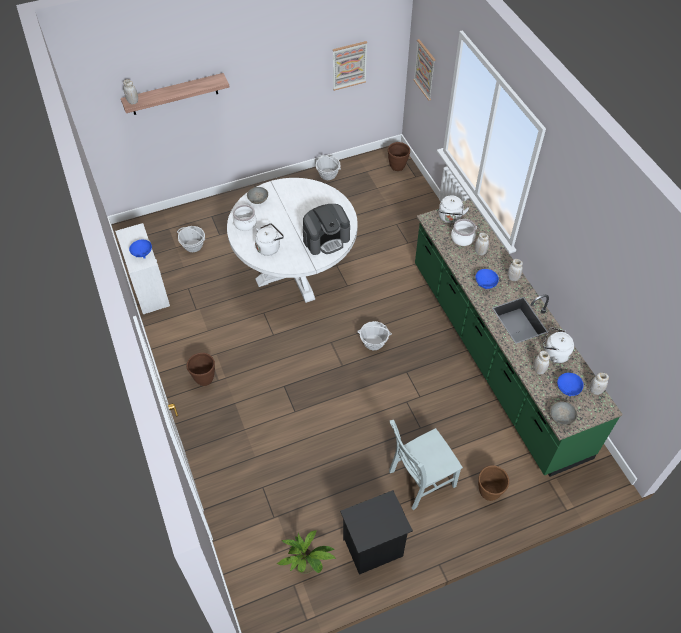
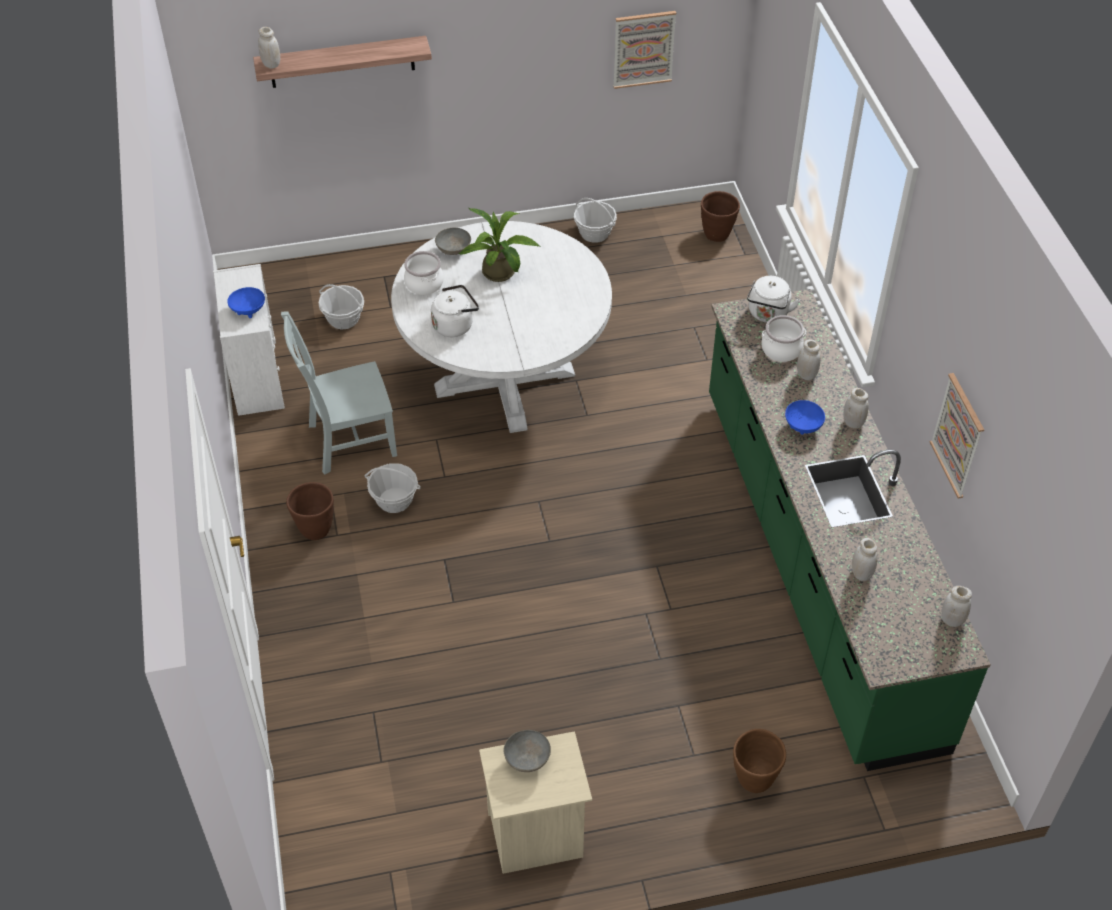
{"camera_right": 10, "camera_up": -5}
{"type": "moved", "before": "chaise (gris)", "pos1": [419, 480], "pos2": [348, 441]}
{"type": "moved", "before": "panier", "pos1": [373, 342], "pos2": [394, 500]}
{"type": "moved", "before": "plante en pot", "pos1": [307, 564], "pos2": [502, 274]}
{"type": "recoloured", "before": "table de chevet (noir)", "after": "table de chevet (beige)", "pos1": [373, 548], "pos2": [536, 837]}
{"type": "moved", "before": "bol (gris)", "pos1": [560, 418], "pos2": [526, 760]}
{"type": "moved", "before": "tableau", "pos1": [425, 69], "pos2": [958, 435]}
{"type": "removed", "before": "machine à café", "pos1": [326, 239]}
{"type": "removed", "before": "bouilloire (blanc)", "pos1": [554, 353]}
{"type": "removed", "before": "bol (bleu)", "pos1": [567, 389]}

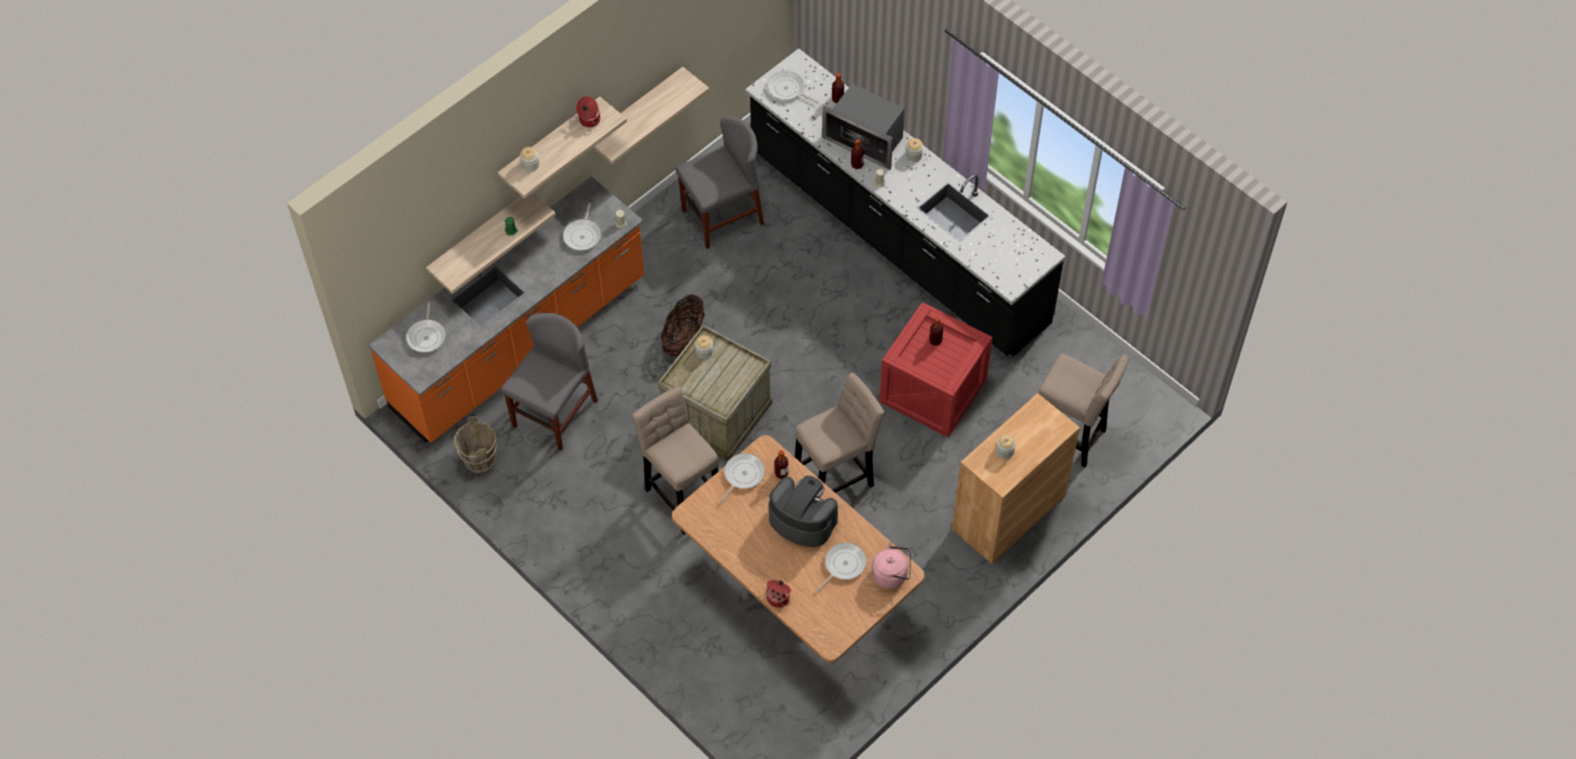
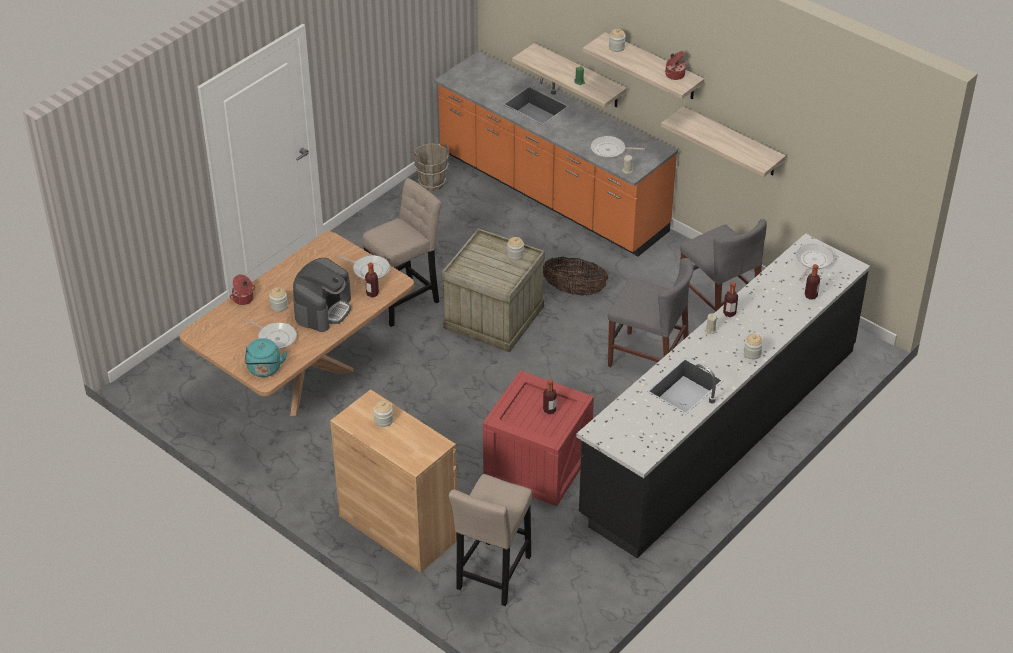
{"camera_right": 85, "camera_up": -15}
{"type": "recoloured", "before": "bouilloire (rose)", "after": "bouilloire (turquoise)", "pos1": [892, 575], "pos2": [264, 370]}
{"type": "added", "after": "bocal", "pos2": [279, 306]}
{"type": "moved", "before": "chaise (gris)", "pos1": [554, 414], "pos2": [648, 358]}
{"type": "removed", "before": "poêle", "pos1": [427, 336]}
{"type": "removed", "before": "tabouret (beige)", "pos1": [837, 480]}
{"type": "removed", "before": "micro-ondes", "pos1": [866, 140]}

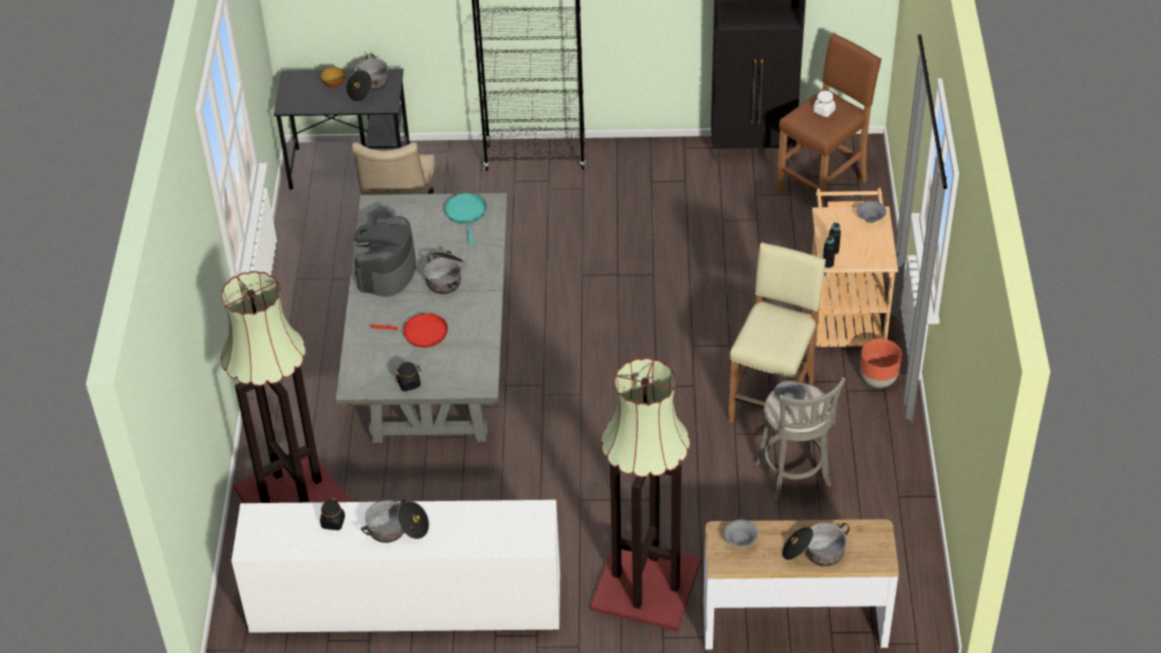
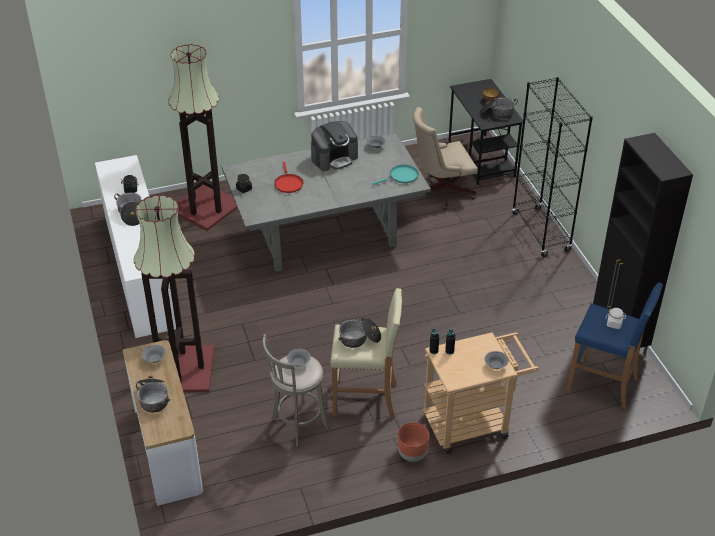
{"camera_right": 70, "camera_up": -5}
{"type": "turned", "before": "machine à café", "pos1": [386, 271], "pos2": [334, 158], "turn": 150}
{"type": "moved", "before": "marmite", "pos1": [445, 277], "pos2": [359, 339]}
{"type": "recoloured", "before": "tabouret (marron)", "after": "tabouret (bleu)", "pos1": [823, 186], "pos2": [603, 384]}

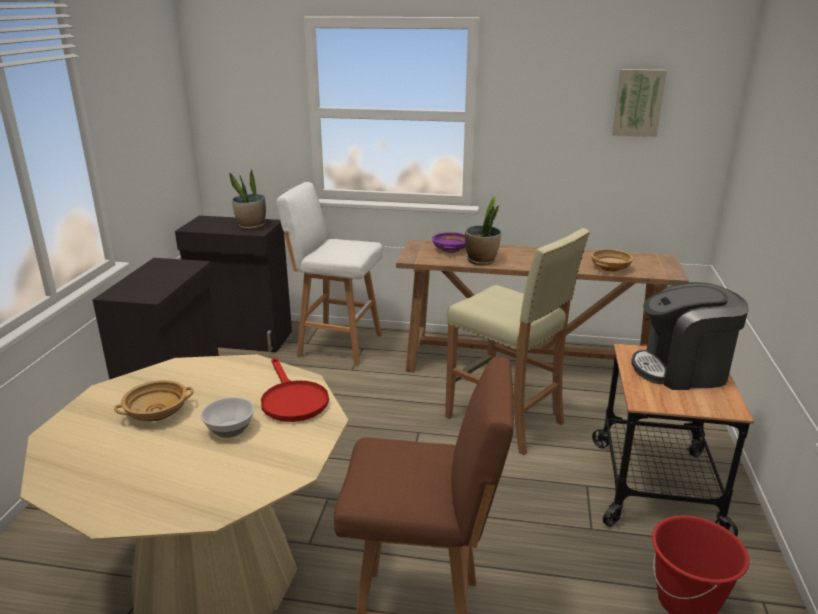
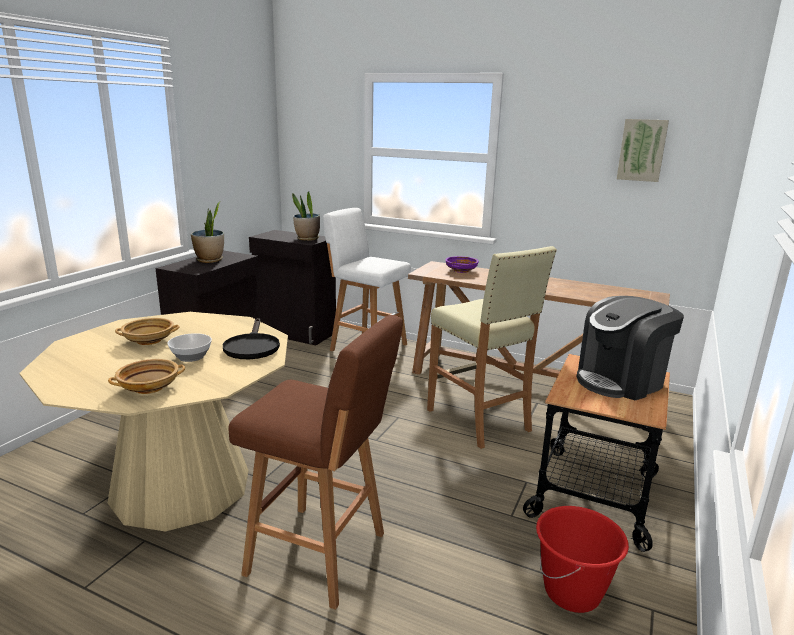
{"camera_right": 15, "camera_up": -5}
{"type": "moved", "before": "bol (beige)", "pos1": [610, 268], "pos2": [149, 387]}
{"type": "moved", "before": "plante en pot", "pos1": [481, 261], "pos2": [210, 260]}
{"type": "recoloured", "before": "poêle (rouge)", "after": "poêle (noir)", "pos1": [292, 400], "pos2": [252, 346]}
{"type": "turned", "before": "machine à café", "pos1": [682, 370], "pos2": [620, 380], "turn": -45}

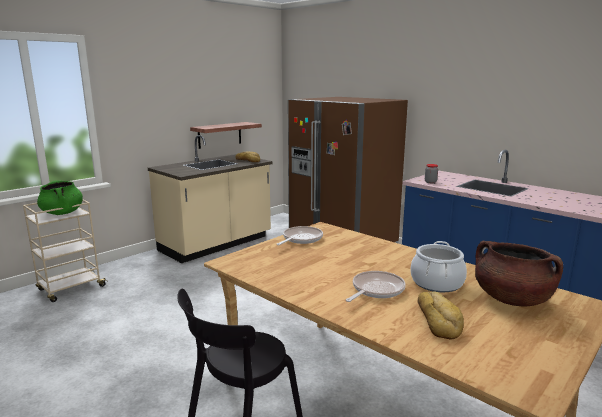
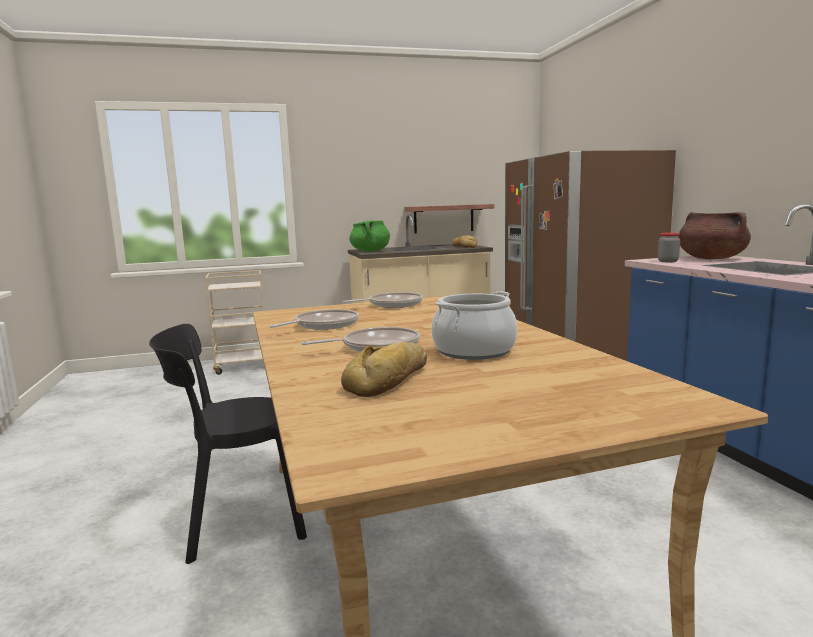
{"camera_right": 30, "camera_up": -5}
{"type": "added", "after": "poêle", "pos2": [323, 325]}
{"type": "moved", "before": "marmite (vert)", "pos1": [62, 213], "pos2": [370, 251]}
{"type": "moved", "before": "marmite (marron)", "pos1": [511, 299], "pos2": [710, 259]}

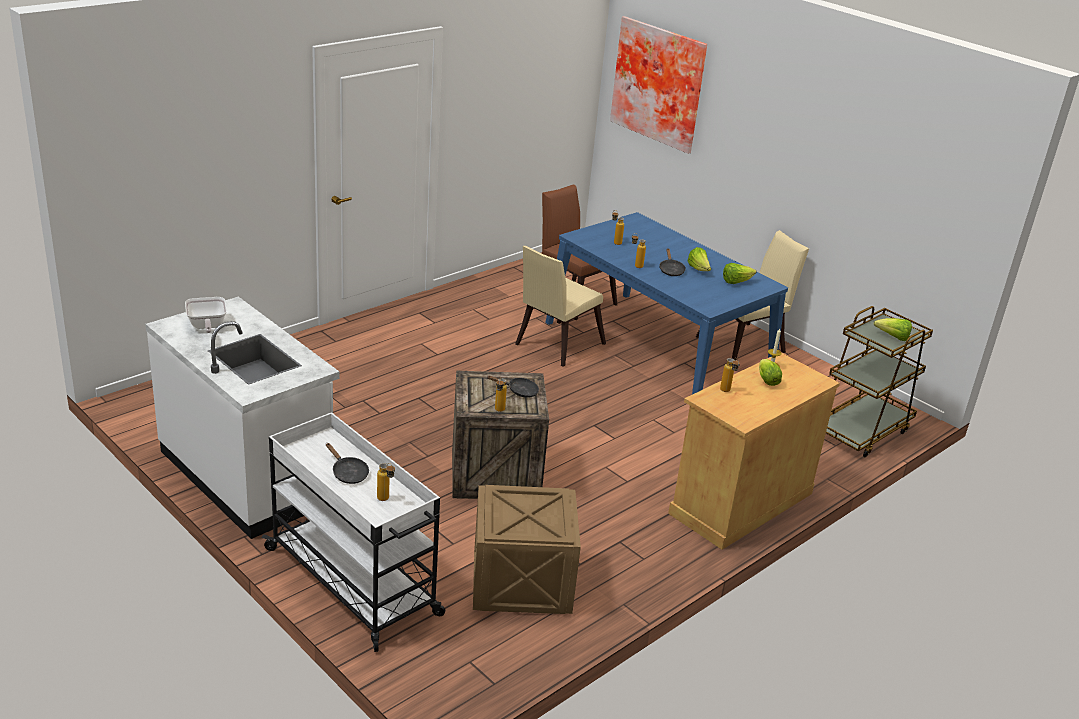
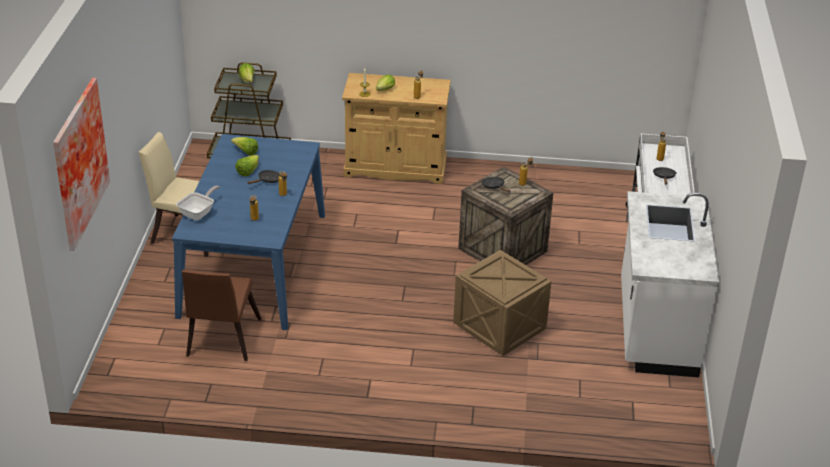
{"camera_right": -130, "camera_up": 5}
{"type": "moved", "before": "poêle", "pos1": [206, 326], "pos2": [199, 213]}
{"type": "moved", "before": "caisse", "pos1": [519, 583], "pos2": [500, 327]}
{"type": "removed", "before": "chaise (beige)", "pos1": [555, 345]}

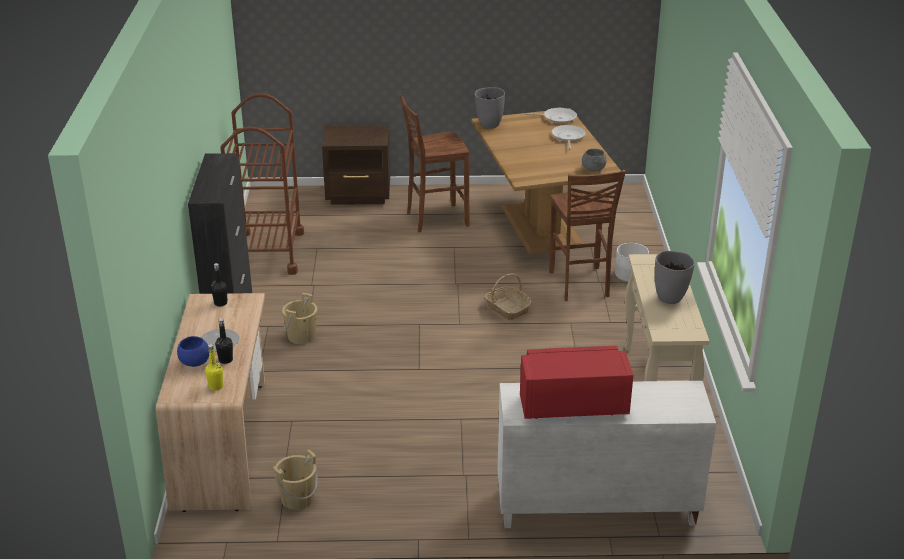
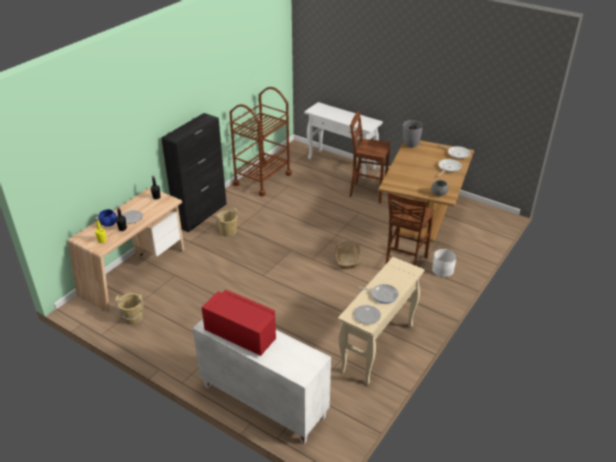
{"camera_right": 35, "camera_up": 5}
{"type": "replaced", "before": "table de chevet (marron)", "after": "table console (blanc)", "pos1": [359, 195], "pos2": [342, 163]}
{"type": "added", "after": "assiette", "pos2": [367, 316]}
{"type": "replaced", "before": "vase (gris)", "after": "poêle", "pos1": [670, 298], "pos2": [382, 295]}

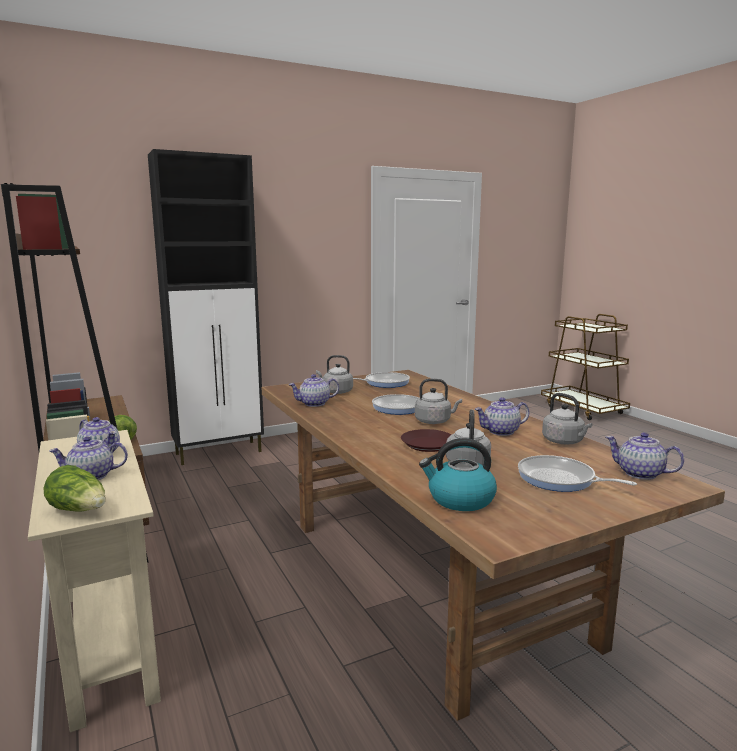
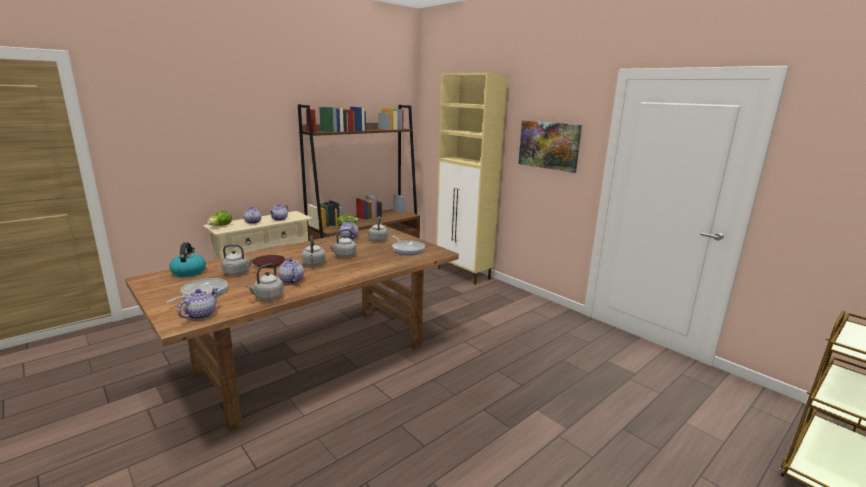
{"camera_right": 75, "camera_up": 5}
{"type": "replaced", "before": "poêle", "after": "bouilloire (gris)", "pos1": [401, 407], "pos2": [344, 256]}
{"type": "recoloured", "before": "meuble de rangement (noir)", "after": "meuble de rangement (beige)", "pos1": [220, 452], "pos2": [463, 274]}
{"type": "added", "after": "tableau", "pos2": [549, 145]}

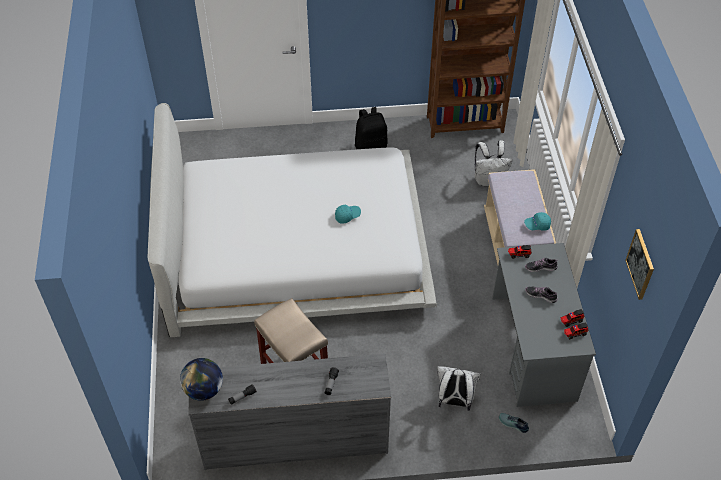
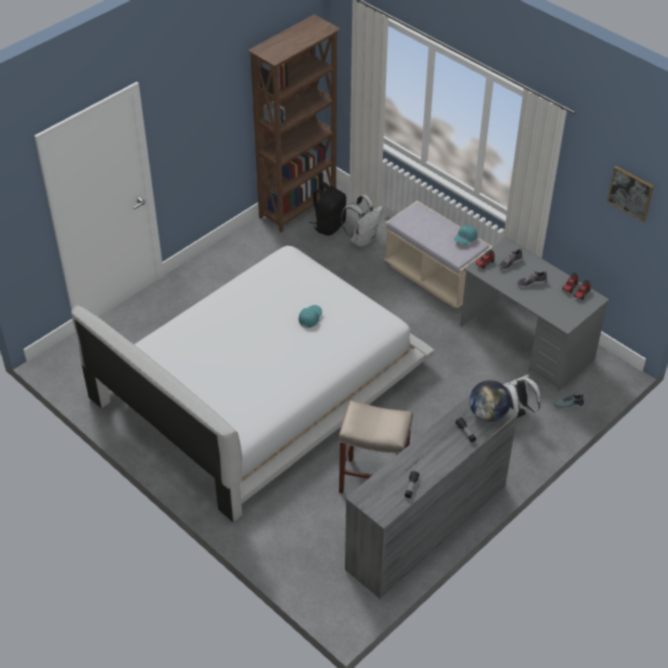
{"camera_right": -40, "camera_up": -5}
{"type": "moved", "before": "sac à dos (noir)", "pos1": [371, 146], "pos2": [329, 226]}
{"type": "moved", "before": "globe", "pos1": [204, 389], "pos2": [488, 414]}

